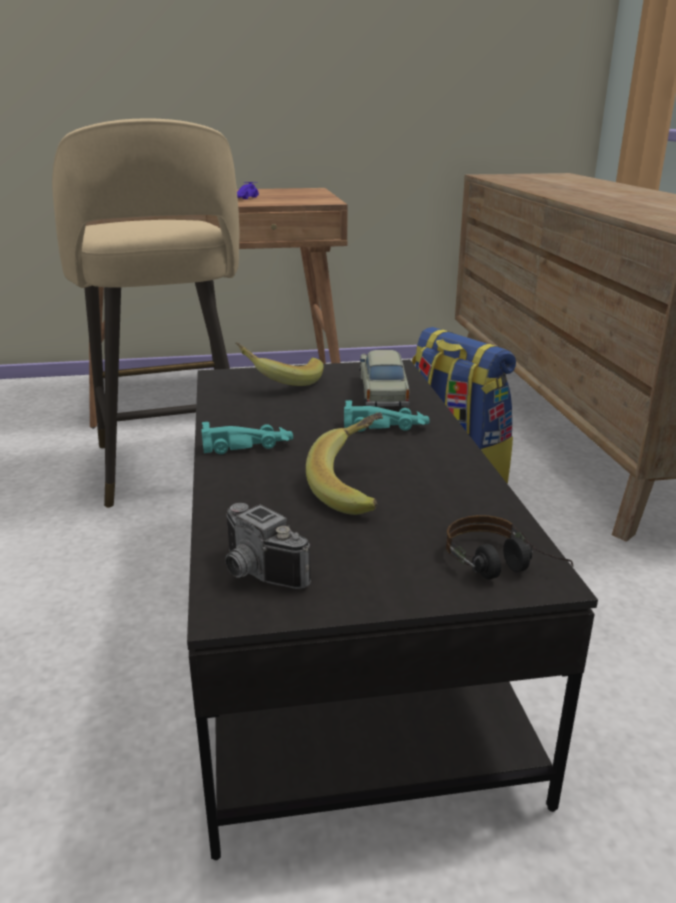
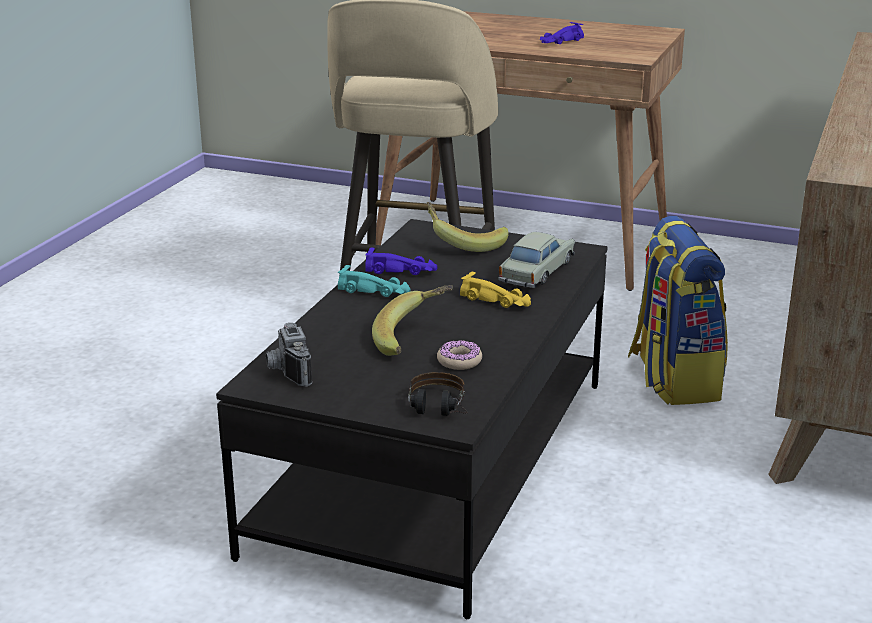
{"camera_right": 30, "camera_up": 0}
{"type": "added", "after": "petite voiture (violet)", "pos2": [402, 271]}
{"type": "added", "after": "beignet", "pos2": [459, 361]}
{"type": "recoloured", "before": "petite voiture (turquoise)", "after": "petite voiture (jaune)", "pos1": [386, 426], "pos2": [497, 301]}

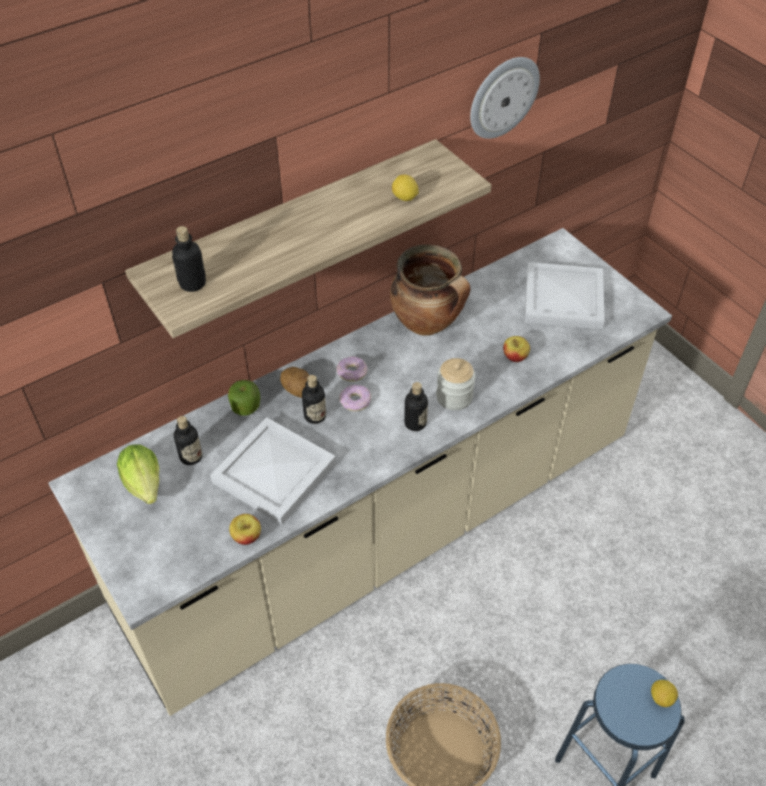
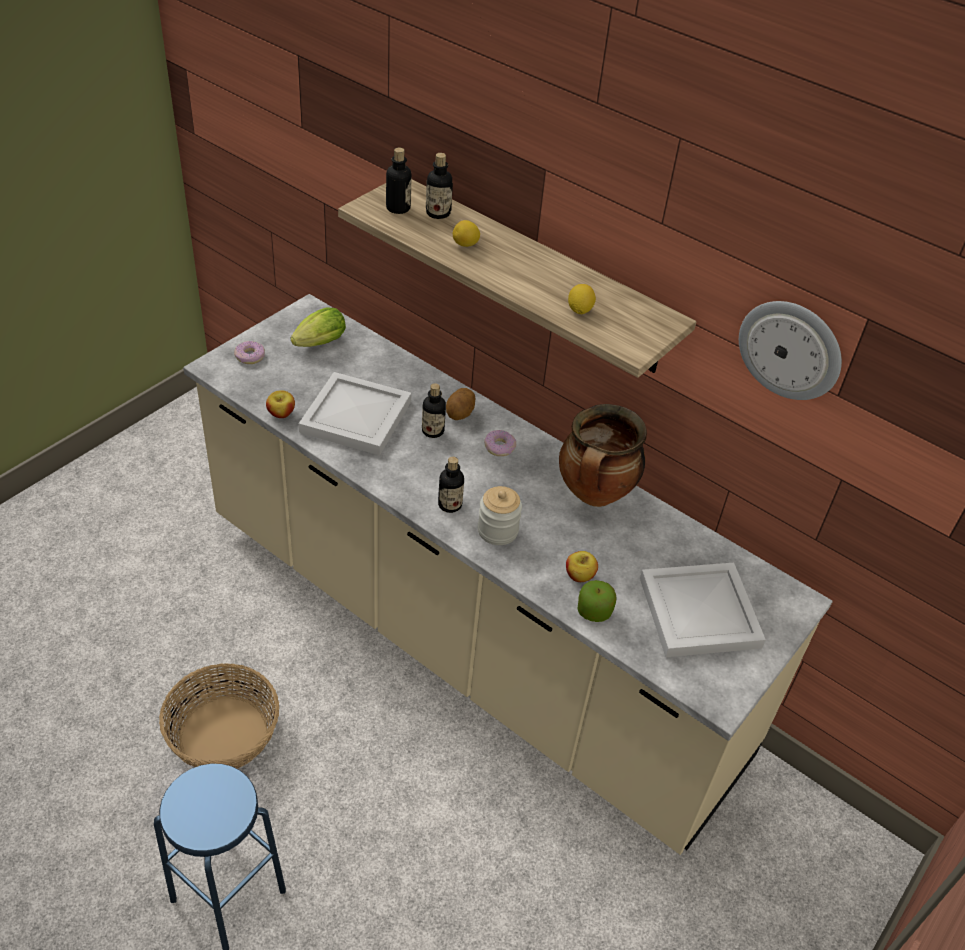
{"camera_right": 70, "camera_up": -5}
{"type": "moved", "before": "beignet", "pos1": [355, 401], "pos2": [250, 356]}
{"type": "moved", "before": "bouteille", "pos1": [191, 456], "pos2": [438, 213]}
{"type": "moved", "before": "citron", "pos1": [661, 698], "pos2": [465, 245]}
{"type": "moved", "before": "pomme", "pos1": [245, 406], "pos2": [594, 611]}

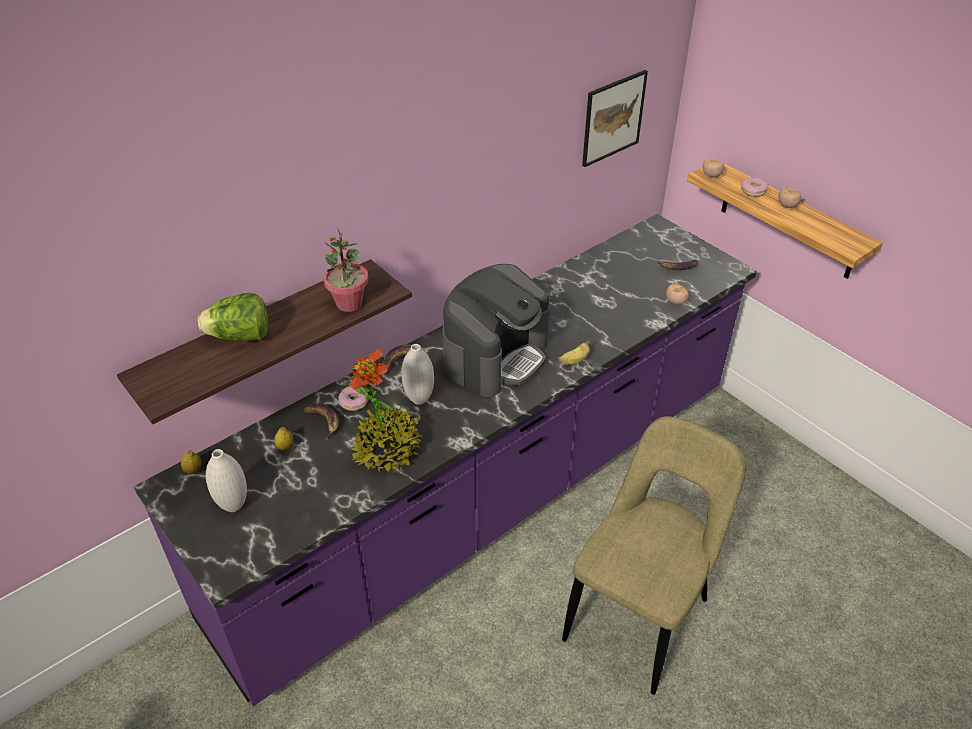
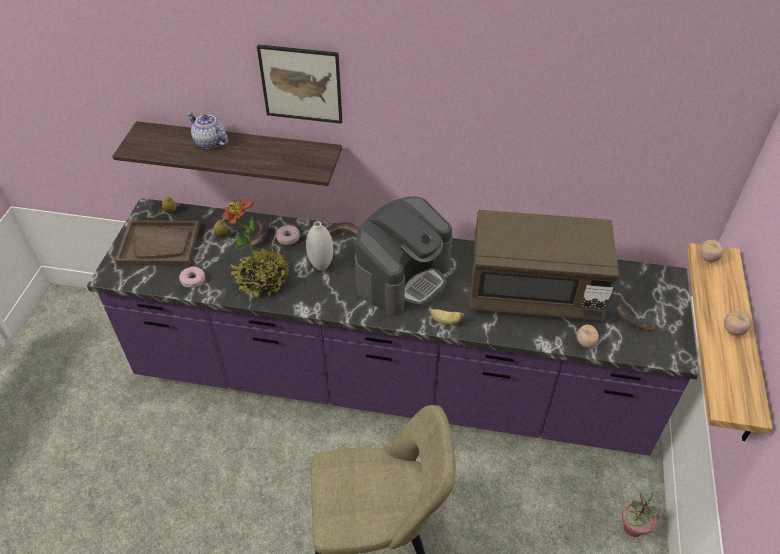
{"camera_right": 50, "camera_up": 5}
{"type": "replaced", "before": "vase (blanc)", "after": "plateau (marron)", "pos1": [233, 505], "pos2": [159, 245]}
{"type": "moved", "before": "beignet", "pos1": [753, 191], "pos2": [193, 280]}
{"type": "replaced", "before": "laitue", "after": "théière", "pos1": [240, 337], "pos2": [209, 142]}
{"type": "moved", "before": "tableau", "pos1": [613, 118], "pos2": [301, 84]}
{"type": "turned", "before": "machine à café", "pos1": [496, 356], "pos2": [403, 276], "turn": -45}
{"type": "added", "after": "micro-ondes (marron)", "pos2": [534, 292]}
{"type": "moved", "before": "plante en pot", "pos1": [349, 303], "pos2": [633, 527]}

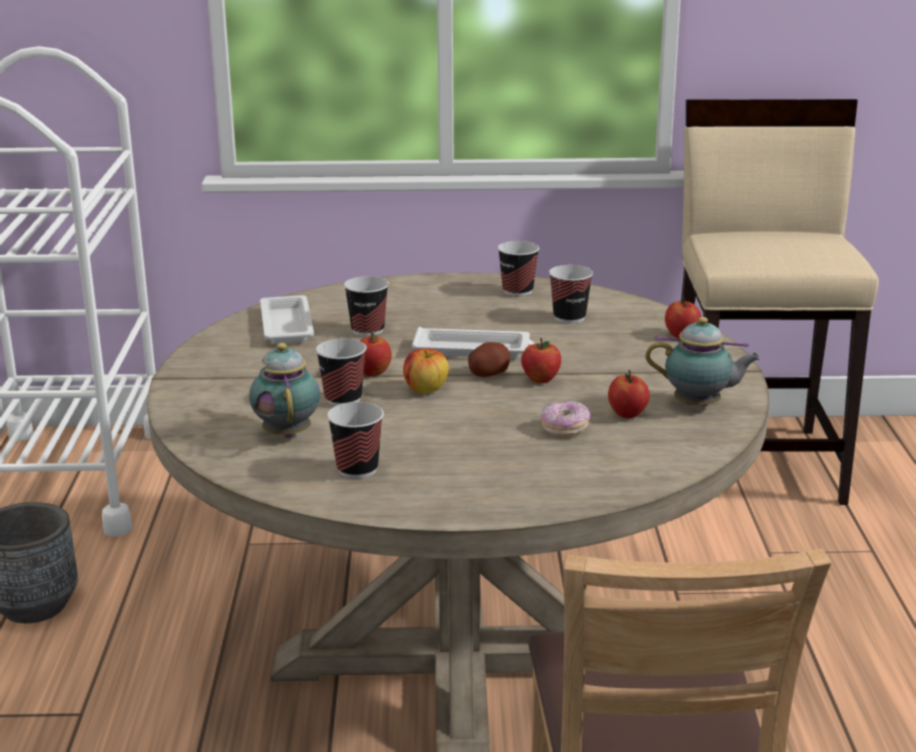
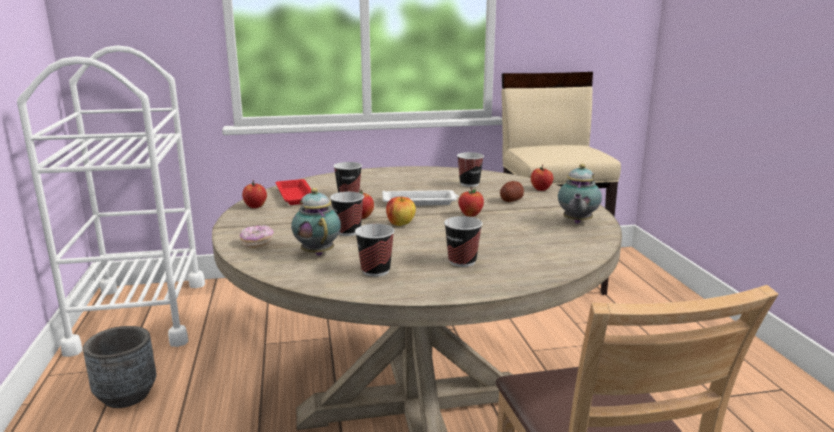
{"camera_right": -10, "camera_up": -5}
{"type": "moved", "before": "beignet", "pos1": [564, 429], "pos2": [257, 243]}
{"type": "moved", "before": "pomme", "pos1": [627, 414], "pos2": [255, 206]}
{"type": "recoloured", "before": "plateau (blanc)", "after": "plateau (rouge)", "pos1": [286, 325], "pos2": [295, 195]}
{"type": "moved", "before": "tasse", "pos1": [517, 291], "pos2": [462, 262]}
{"type": "moved", "before": "pomme de terre", "pos1": [488, 374], "pos2": [511, 200]}
{"type": "turned", "before": "théière", "pos1": [700, 405], "pos2": [576, 222], "turn": 105}

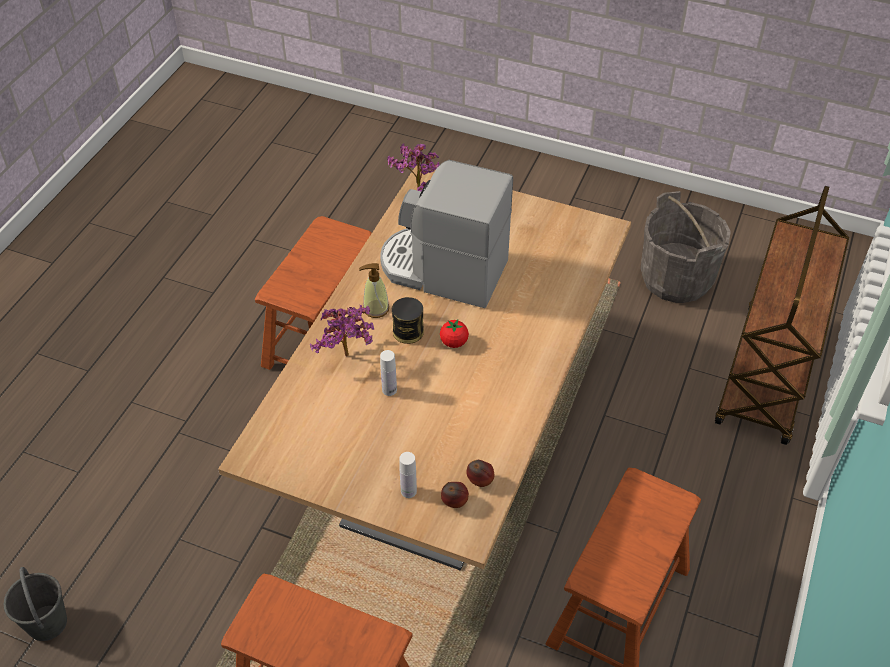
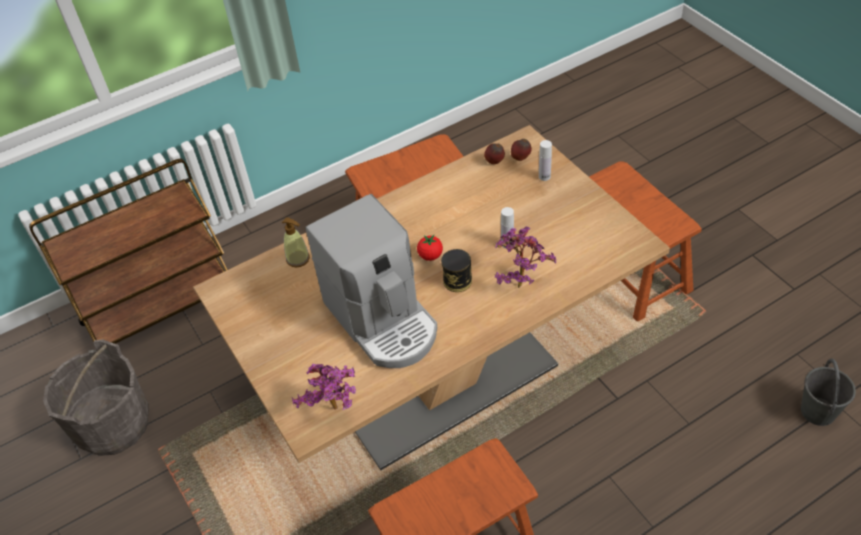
{"camera_right": -140, "camera_up": 0}
{"type": "moved", "before": "distributeur de savon", "pos1": [376, 309], "pos2": [298, 259]}

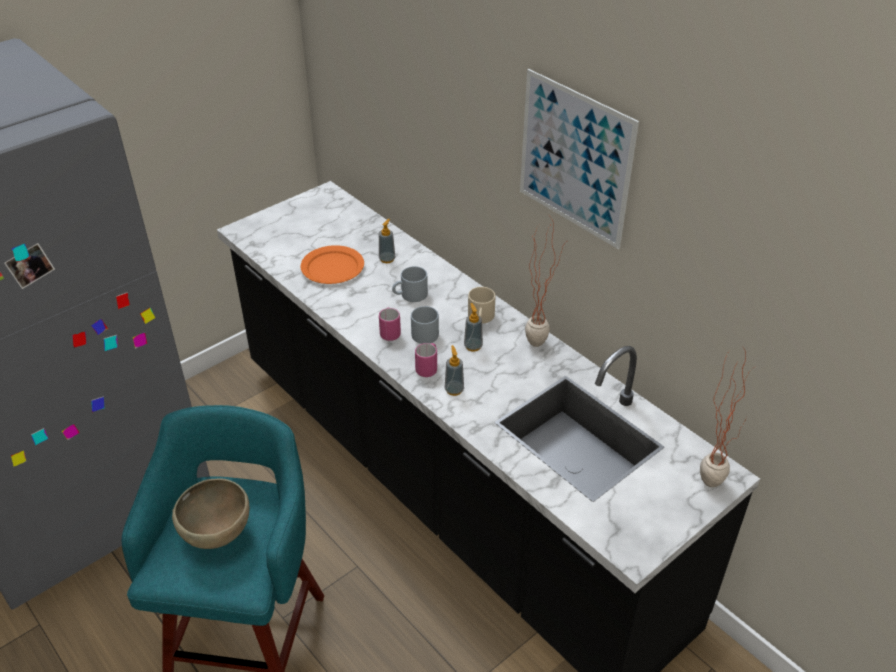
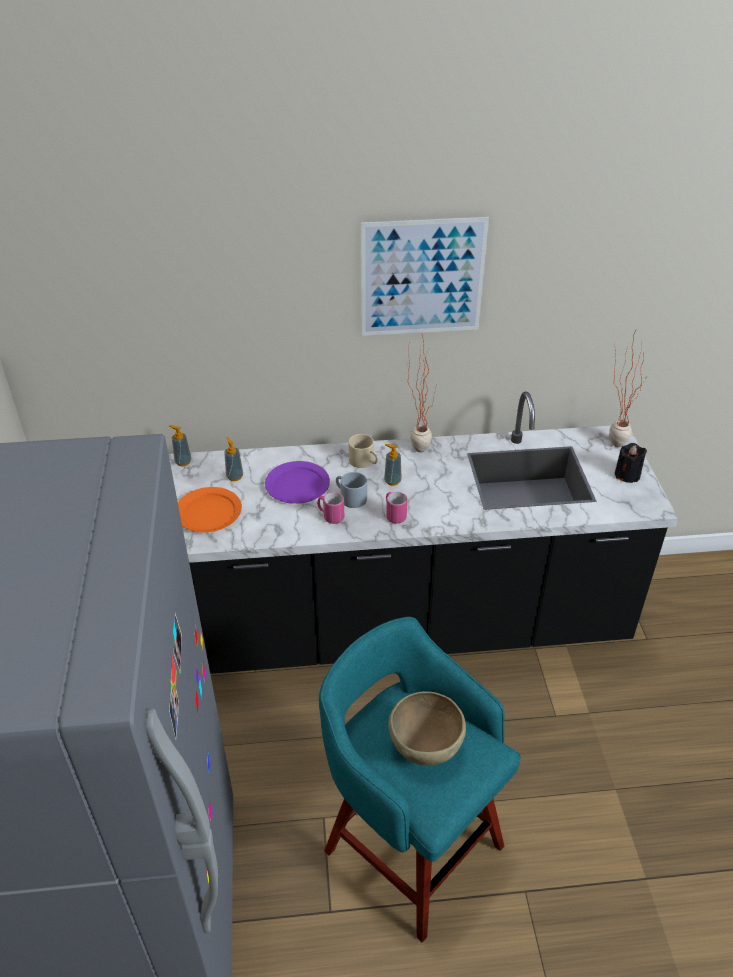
{"camera_right": -55, "camera_up": 0}
{"type": "moved", "before": "distributeur de savon", "pos1": [454, 390], "pos2": [183, 462]}
{"type": "replaced", "before": "mug (gris)", "after": "assiette (violet)", "pos1": [410, 295], "pos2": [297, 485]}
{"type": "added", "after": "bougie (noir)", "pos2": [627, 475]}

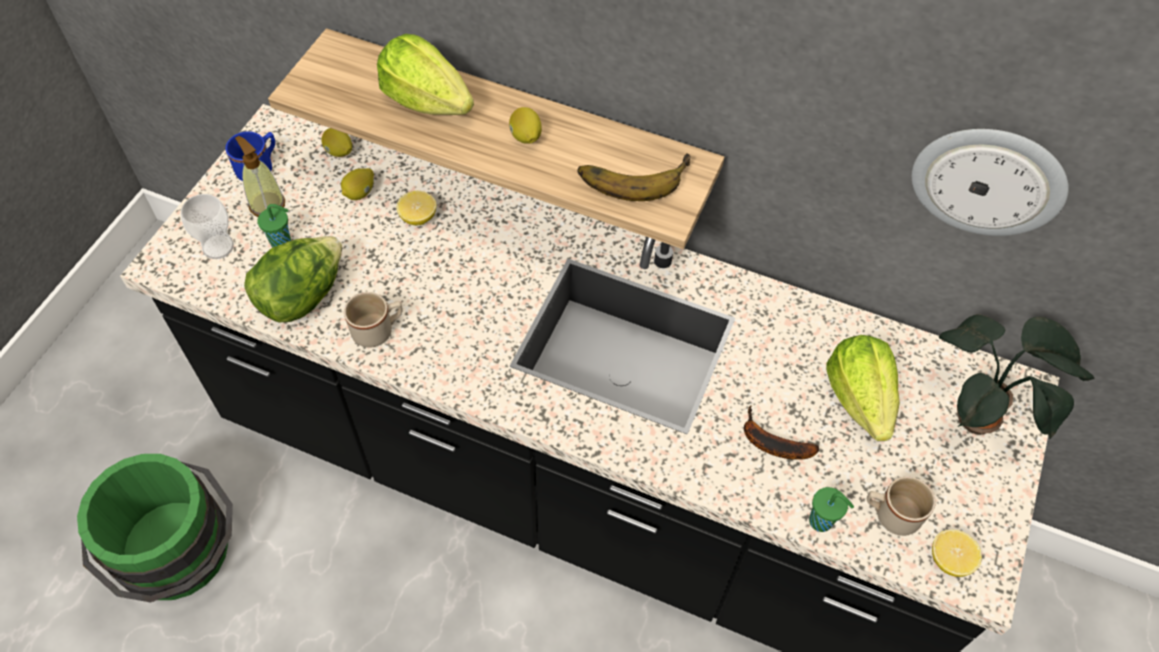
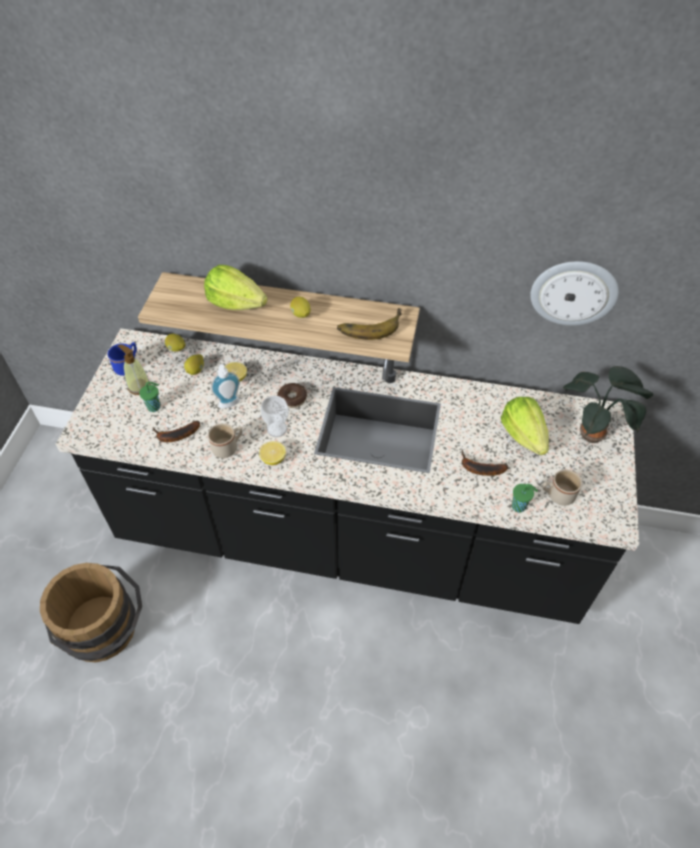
{"camera_right": -10, "camera_up": -5}
{"type": "recoloured", "before": "seau (vert)", "after": "seau (marron)", "pos1": [182, 557], "pos2": [107, 632]}
{"type": "replaced", "before": "laitue", "after": "banane", "pos1": [302, 296], "pos2": [175, 436]}
{"type": "added", "after": "distributeur de savon", "pos2": [230, 405]}
{"type": "moved", "before": "citron", "pos1": [949, 560], "pos2": [273, 459]}
{"type": "moved", "before": "tasse", "pos1": [218, 247], "pos2": [277, 429]}
{"type": "added", "after": "beignet", "pos2": [292, 398]}

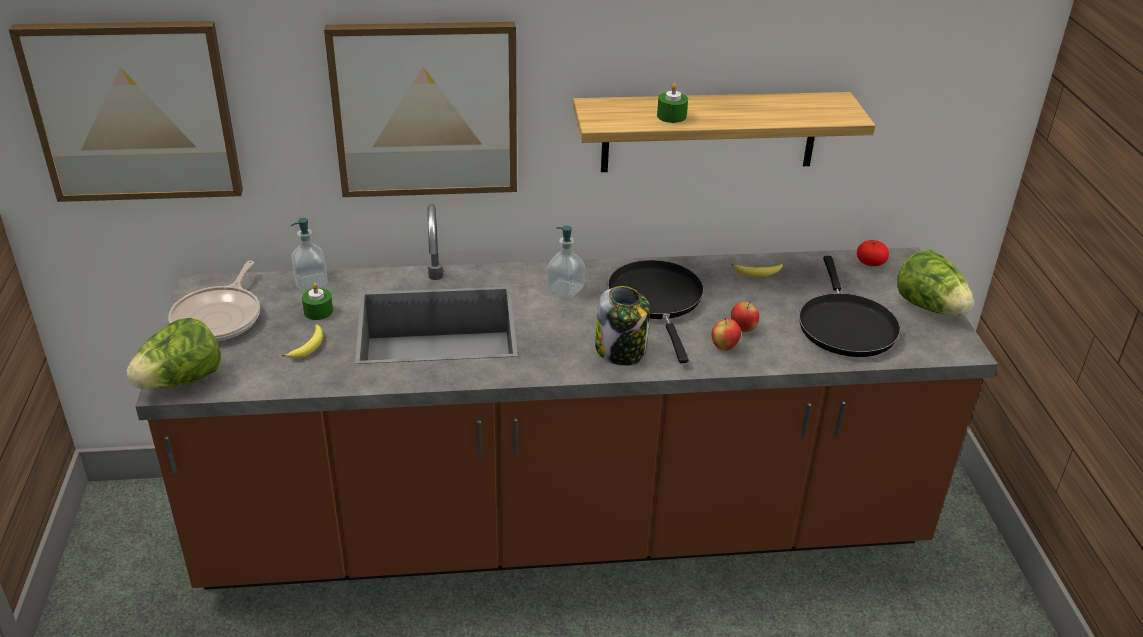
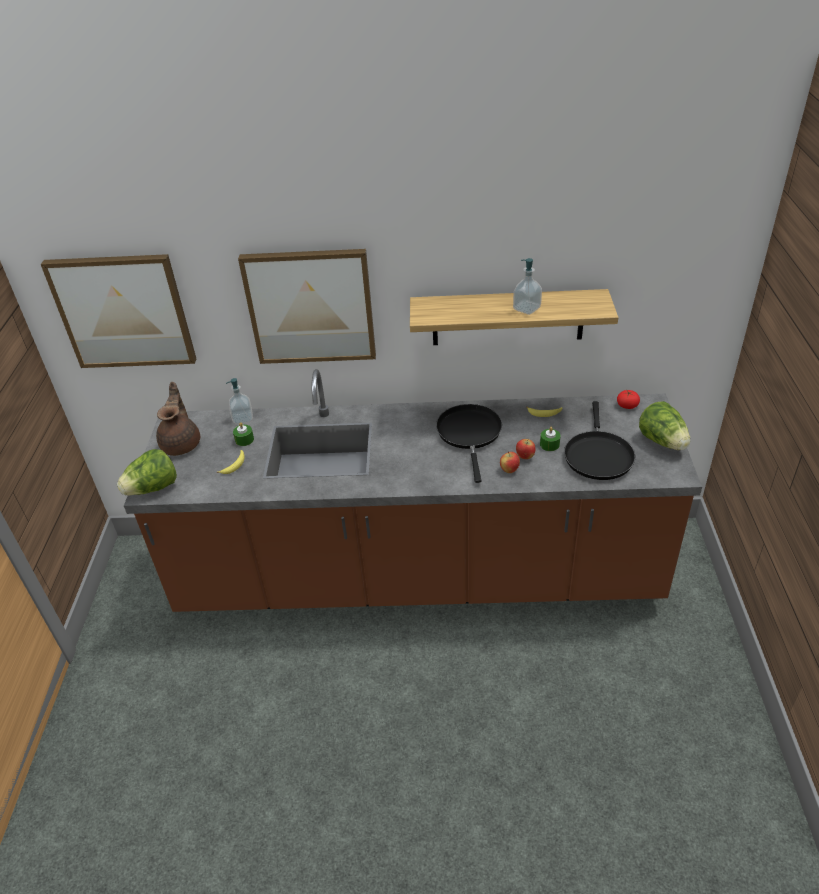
{"camera_right": 10, "camera_up": 5}
{"type": "replaced", "before": "poêle", "after": "théière (marron)", "pos1": [220, 318], "pos2": [182, 443]}
{"type": "moved", "before": "distributeur de savon", "pos1": [565, 290], "pos2": [526, 308]}
{"type": "moved", "before": "bougie (vert)", "pos1": [671, 116], "pos2": [549, 444]}
{"type": "removed", "before": "bocal", "pos1": [621, 351]}

